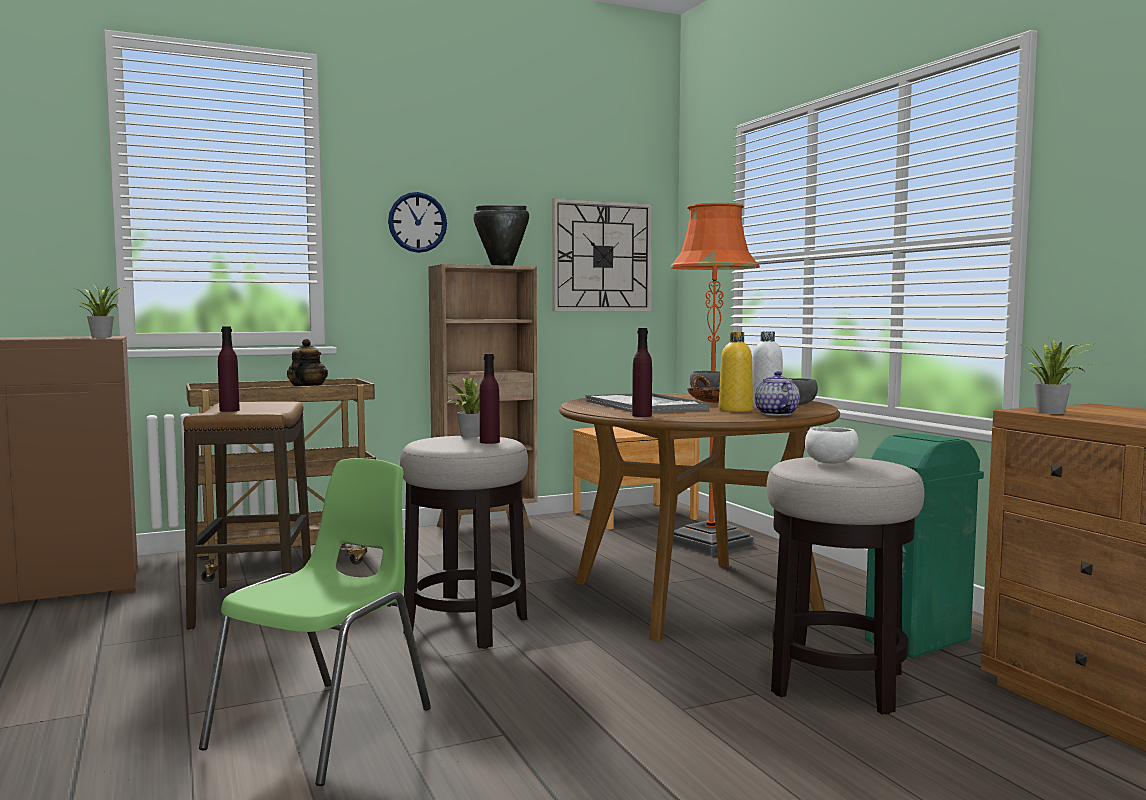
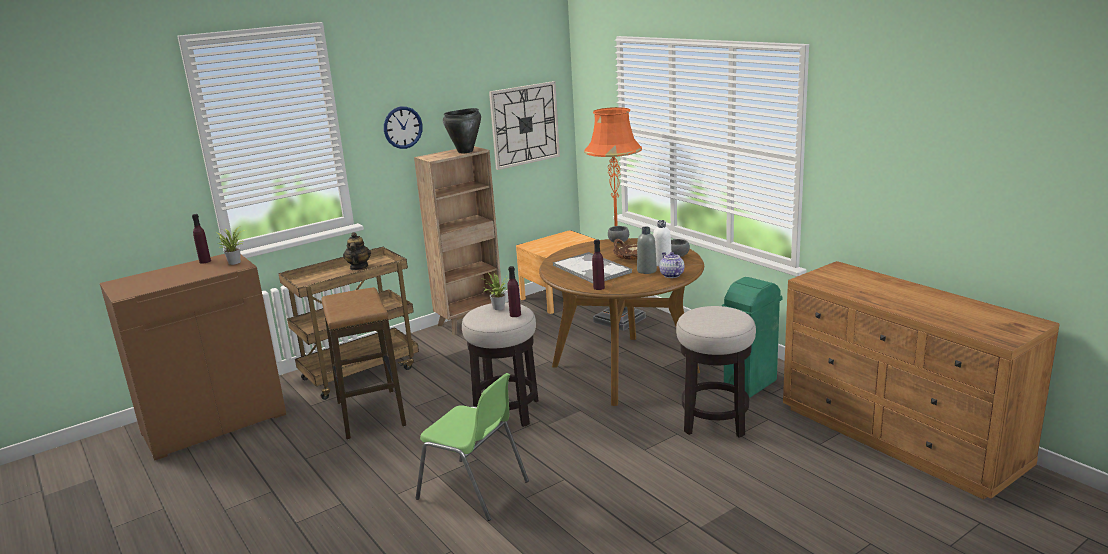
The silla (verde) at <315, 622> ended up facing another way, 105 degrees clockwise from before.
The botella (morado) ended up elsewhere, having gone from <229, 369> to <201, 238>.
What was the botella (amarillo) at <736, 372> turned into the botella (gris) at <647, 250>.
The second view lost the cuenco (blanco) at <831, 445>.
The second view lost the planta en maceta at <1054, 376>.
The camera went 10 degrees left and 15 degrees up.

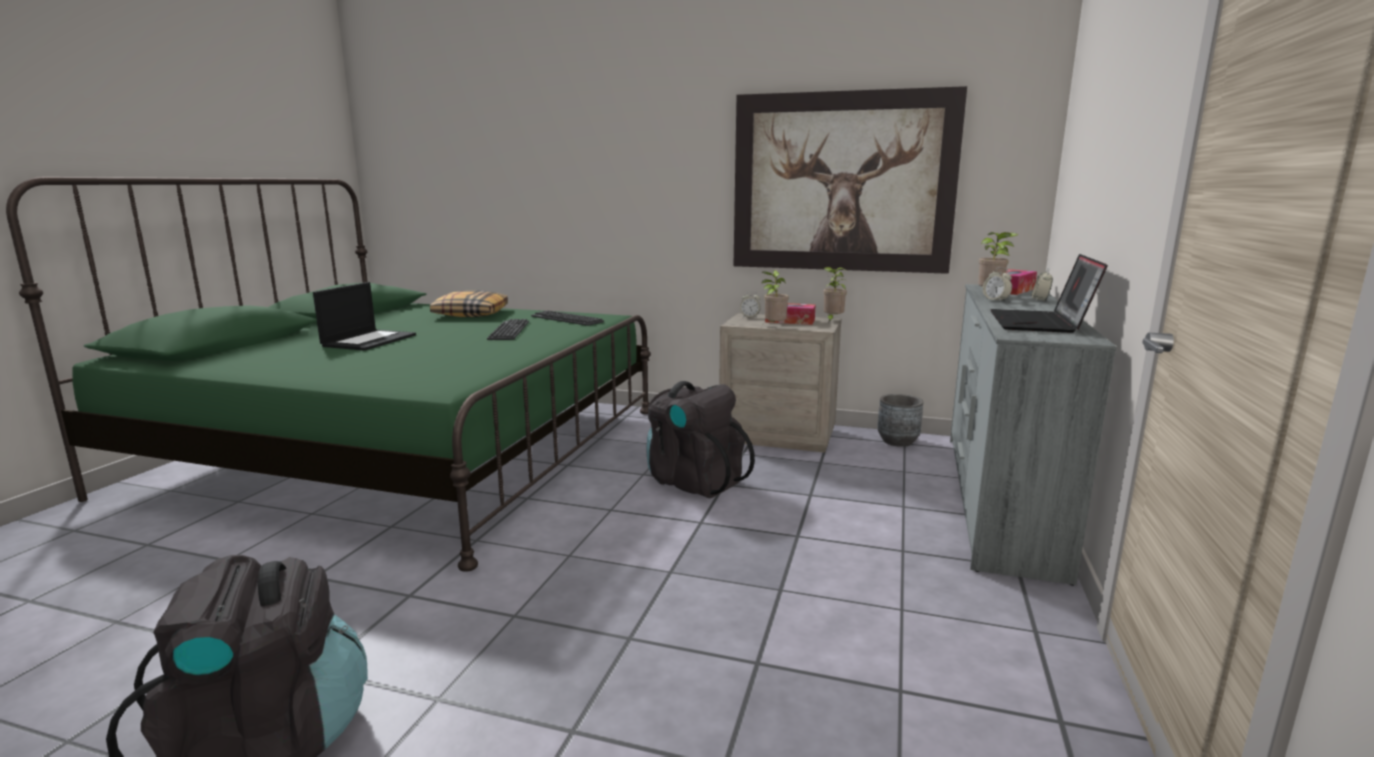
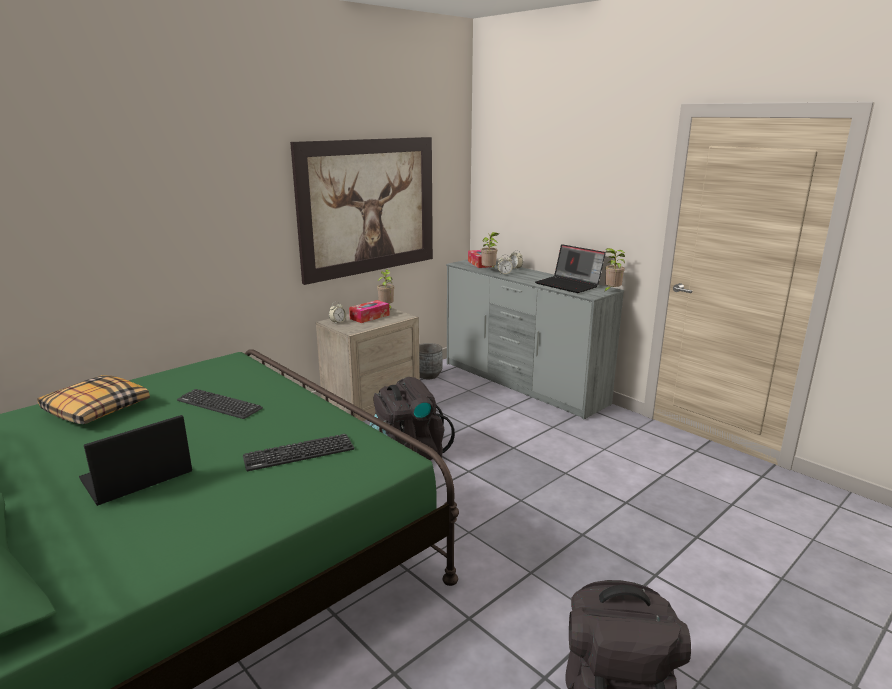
The portátil at <364, 316> ended up facing another way, 90 degrees counterclockwise from before.
The teclado ended up elsewhere, having gone from <567, 318> to <298, 452>.
The planta en maceta ended up elsewhere, having gone from <775, 297> to <614, 270>.
The camera went 60 degrees left and 5 degrees up.

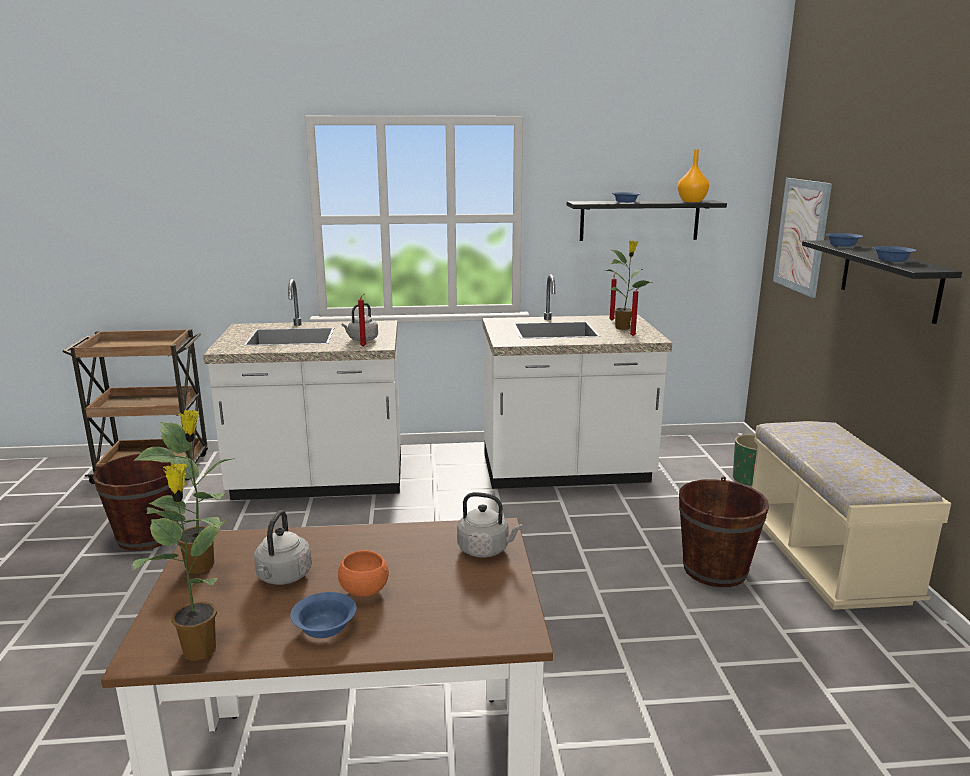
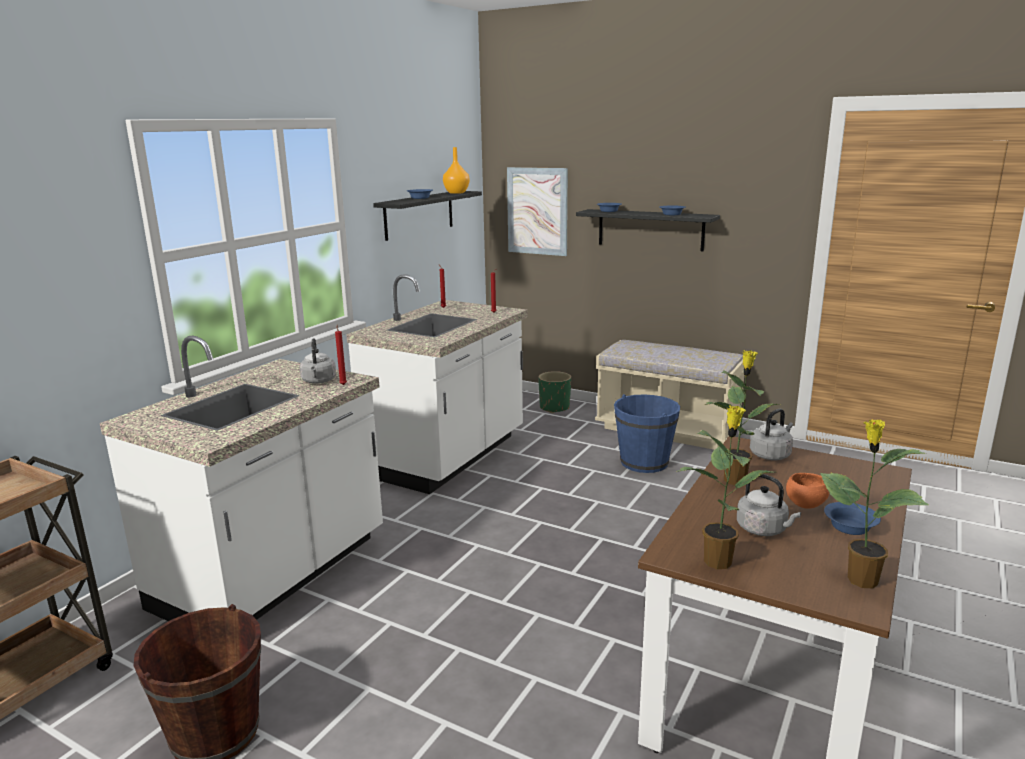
The planta en maceta ended up elsewhere, having gone from <628, 285> to <742, 417>.
What was the cubo (marrón) at <724, 531> turned into the cubo (azul) at <647, 433>.
The camera went 55 degrees left and 0 degrees up.

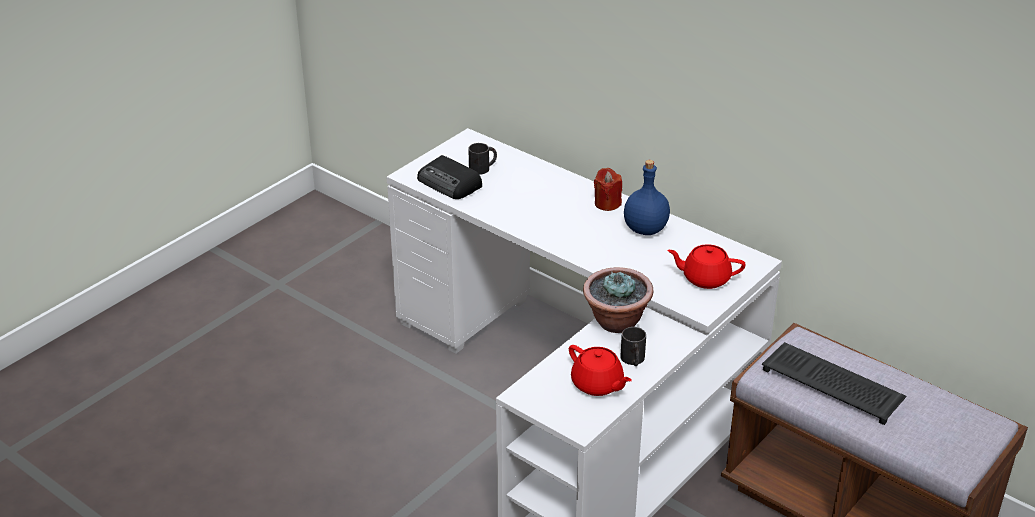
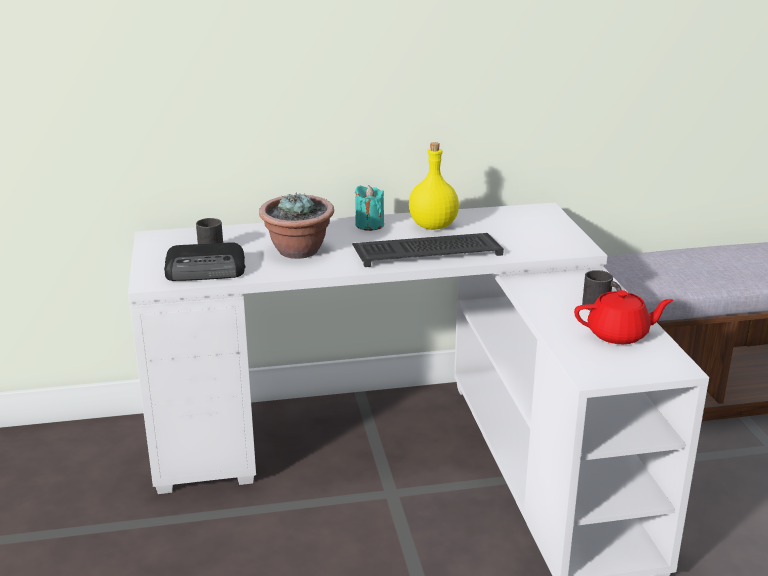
The planta en maceta ended up elsewhere, having gone from <618, 300> to <296, 225>.
What was the vela (rojo) at <608, 189> turned into the vela (turquesa) at <369, 208>.
What was the botella (azul) at <647, 197> turned into the botella (amarillo) at <434, 186>.
The second view lost the tetera (rojo) at <706, 266>.
The teclado ended up elsewhere, having gone from <834, 383> to <428, 250>.
The camera went 50 degrees left and 10 degrees down.

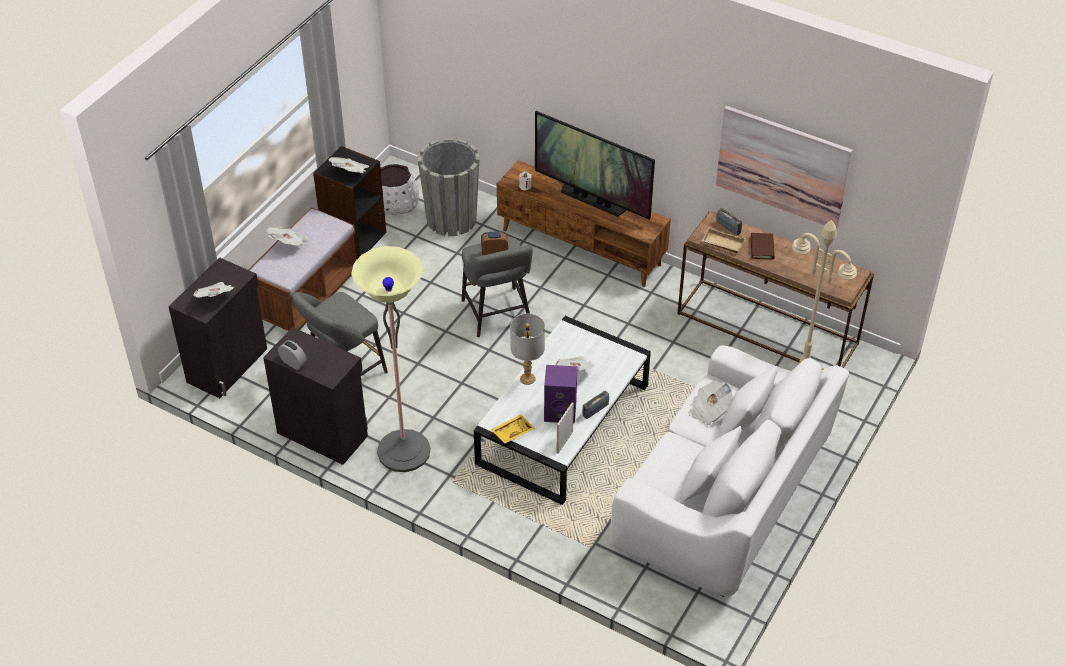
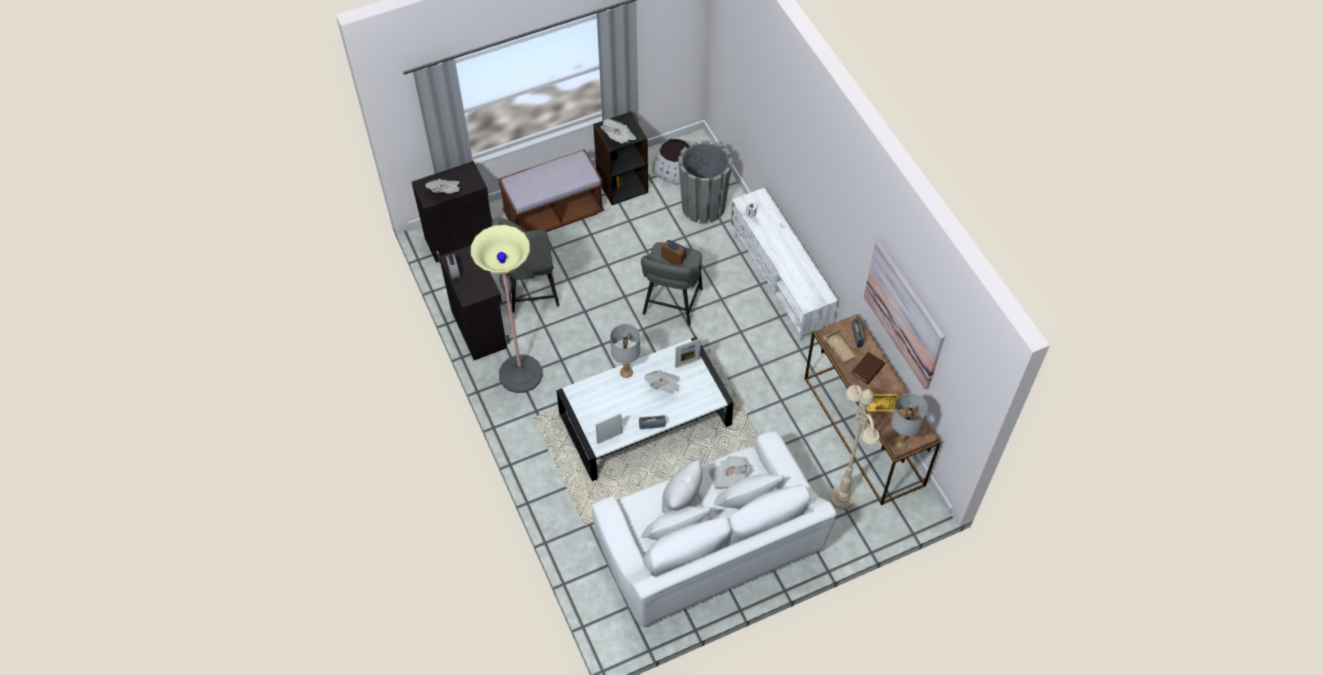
The second view lost the periódico at <287, 236>.
The bandeja (amarillo) ended up elsewhere, having gone from <513, 428> to <883, 403>.
What was the mueble de televisión (marrón) at <584, 223> turned into the mueble de televisión (blanco) at <784, 265>.
The second view lost the televisor at <595, 165>.
The second view lost the altavoz (morado) at <560, 394>.
The second view gained the cojín (blanco) at <682, 486>.
The second view gained the portarretratos at <688, 353>.
The second view gained the lámpara de mesa (gris) at <909, 421>.
The camera went 35 degrees right and 10 degrees up.

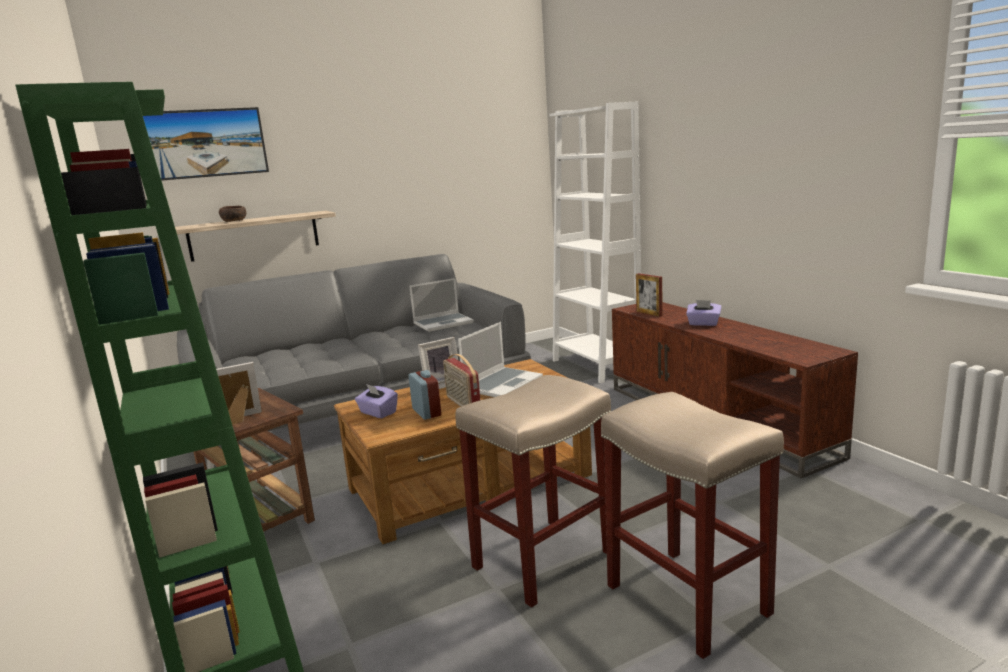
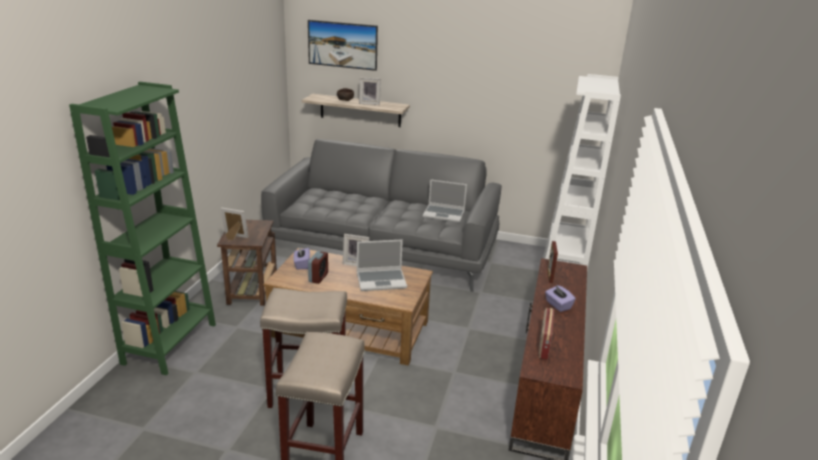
The radio ended up elsewhere, having gone from <461, 380> to <546, 334>.
The second view gained the portarretratos at <370, 91>.
The camera went 40 degrees right and 10 degrees up.

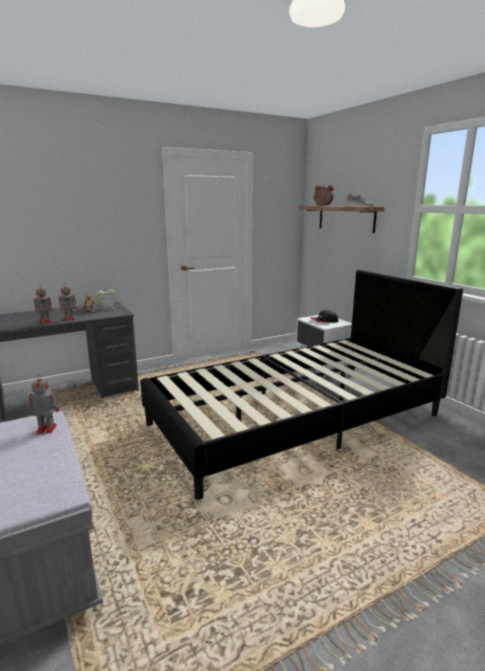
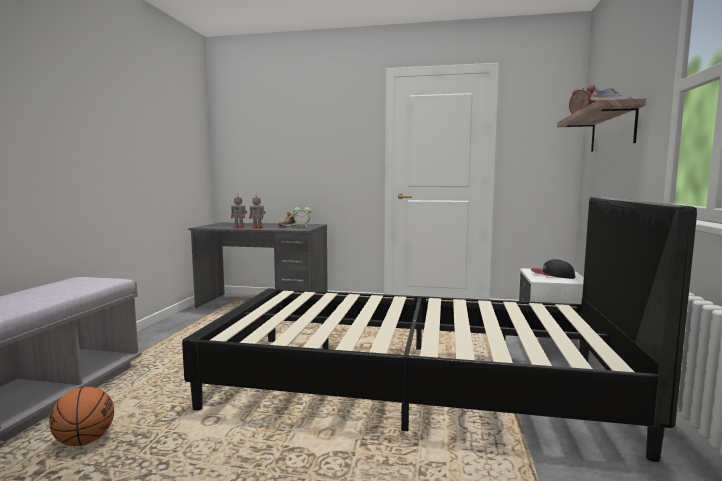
The second view lost the robot de juguete at <42, 404>.
The second view gained the balón de baloncesto at <81, 416>.
The camera went 40 degrees right and 10 degrees down.

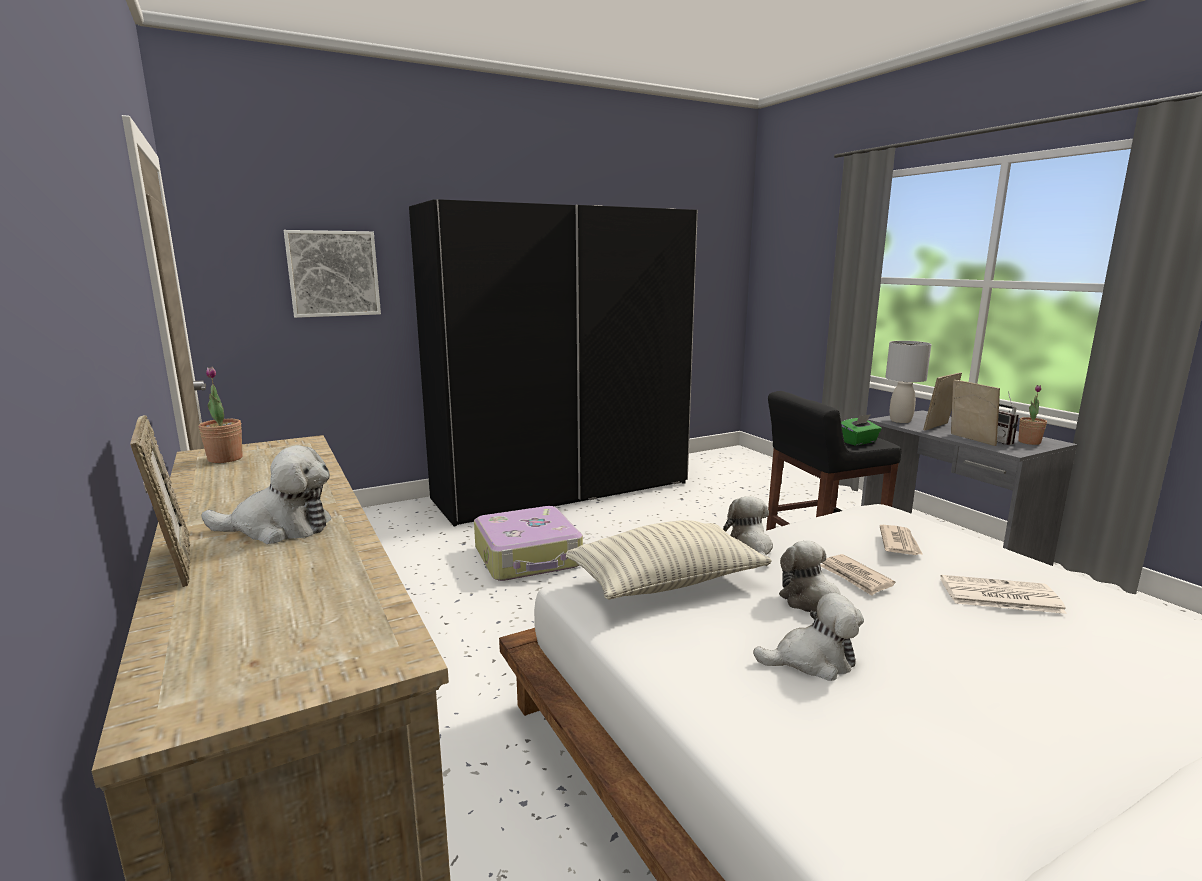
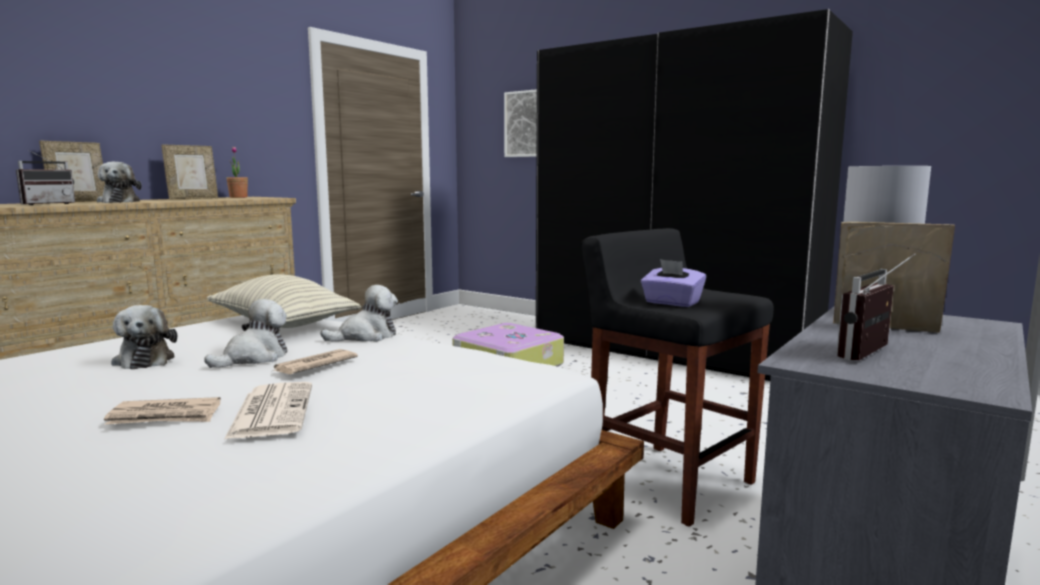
What was the caja de pañuelos (verde) at <861, 430> turned into the caja de pañuelos (morado) at <673, 283>.
The periódico ended up elsewhere, having gone from <901, 540> to <162, 410>.
The portarretratos ended up elsewhere, having gone from <975, 413> to <189, 171>.
The second view lost the planta en maceta at <1032, 415>.
The second view gained the radio at <45, 177>.
The camera went 65 degrees right and 5 degrees down.

